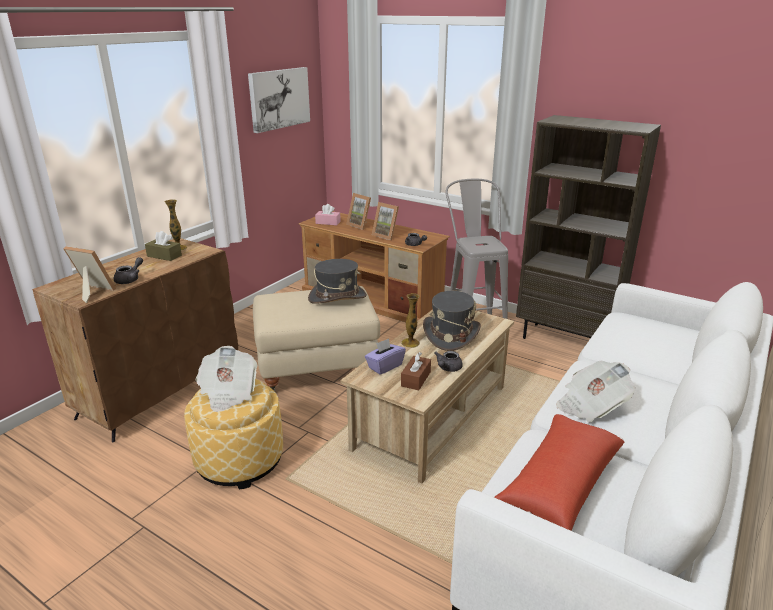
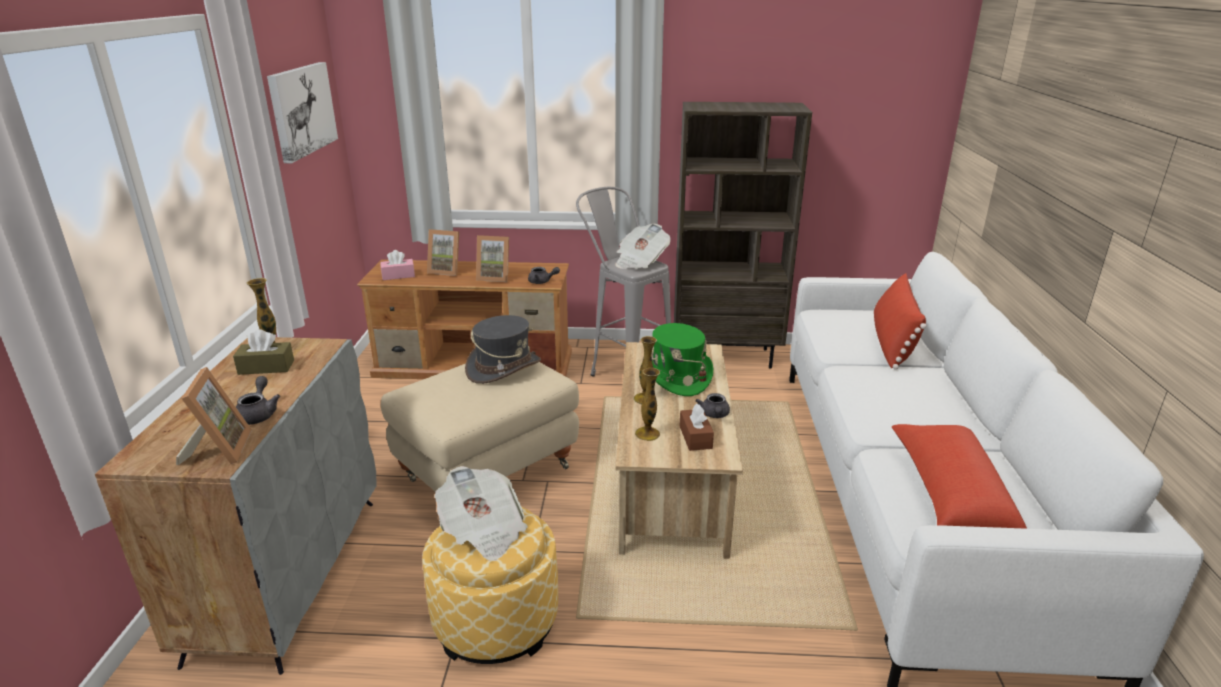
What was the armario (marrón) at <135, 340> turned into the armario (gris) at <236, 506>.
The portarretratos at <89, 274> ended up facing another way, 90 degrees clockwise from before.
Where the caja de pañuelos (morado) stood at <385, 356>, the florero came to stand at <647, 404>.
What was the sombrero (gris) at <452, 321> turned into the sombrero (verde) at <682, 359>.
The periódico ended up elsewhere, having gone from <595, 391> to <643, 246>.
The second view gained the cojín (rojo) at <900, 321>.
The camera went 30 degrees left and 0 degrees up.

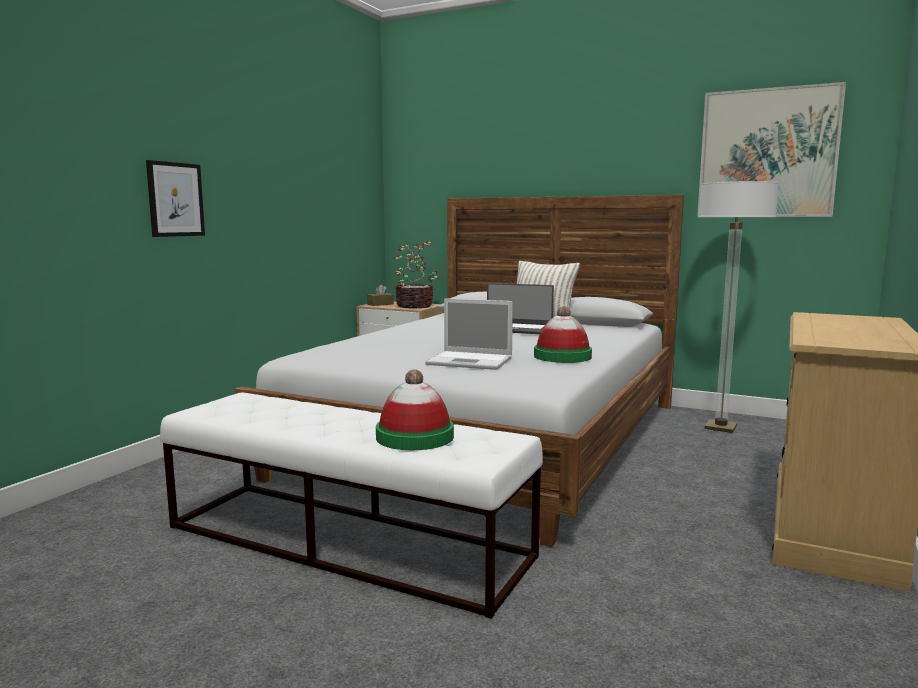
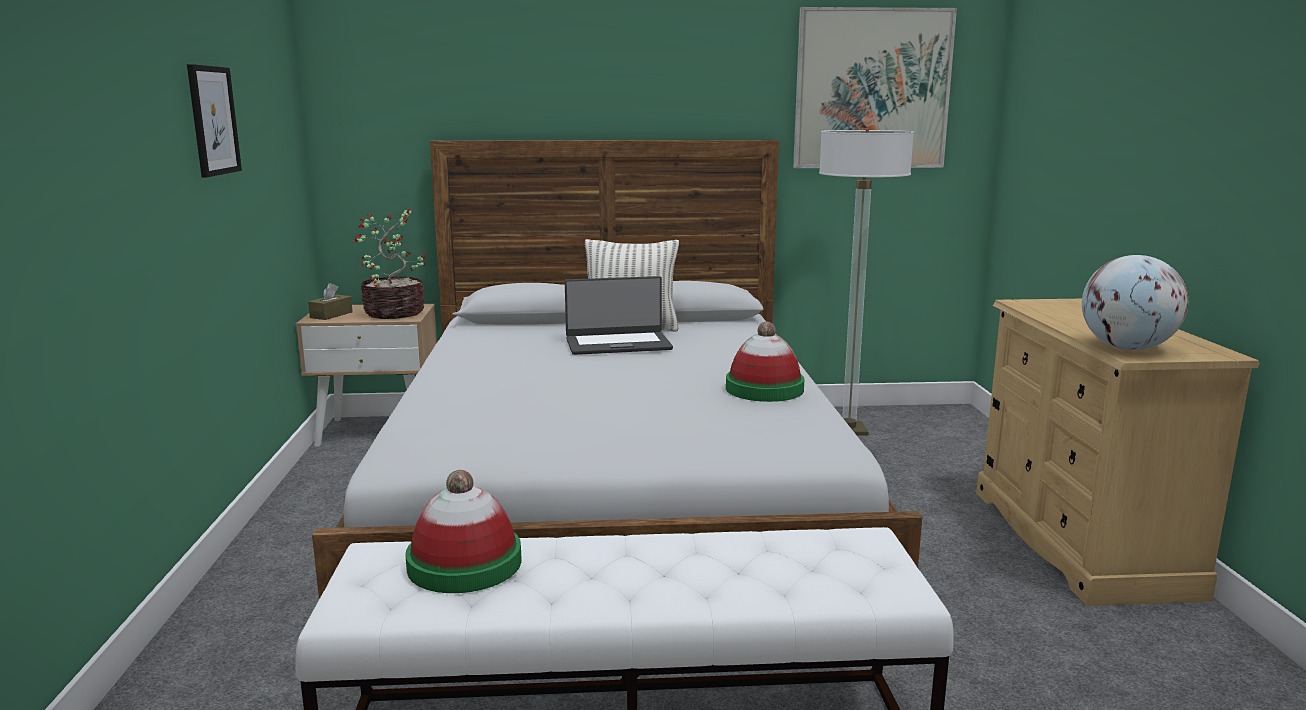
The cuadro ended up elsewhere, having gone from <175, 198> to <214, 120>.
The sombrero ended up elsewhere, having gone from <415, 409> to <463, 531>.
The second view lost the portátil at <469, 334>.
The second view gained the globo terráqueo at <1135, 302>.
The camera went 30 degrees left and 5 degrees up.

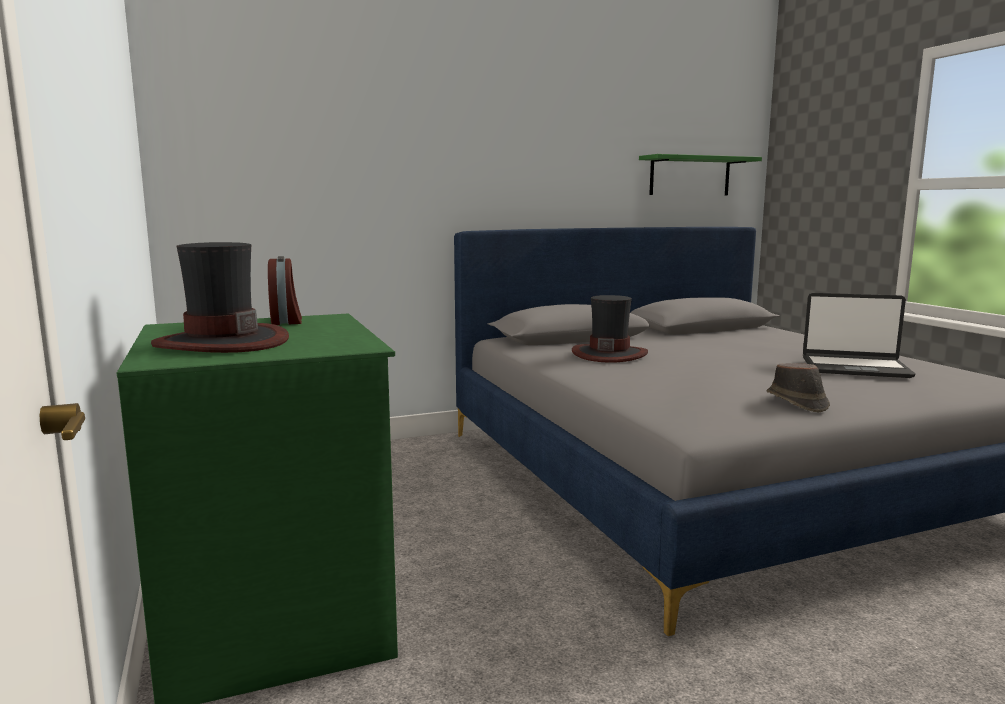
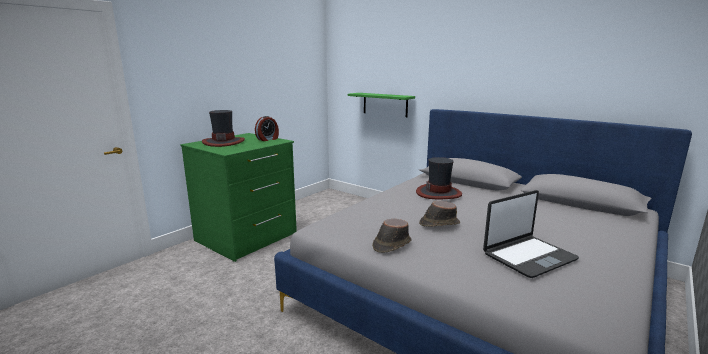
The estante (verde) ended up elsewhere, having gone from <700, 174> to <381, 105>.
The portátil at <859, 335> ended up facing another way, 105 degrees counterclockwise from before.
The second view gained the sombrero (marrón) at <439, 214>.
The camera went 60 degrees right and 5 degrees up.

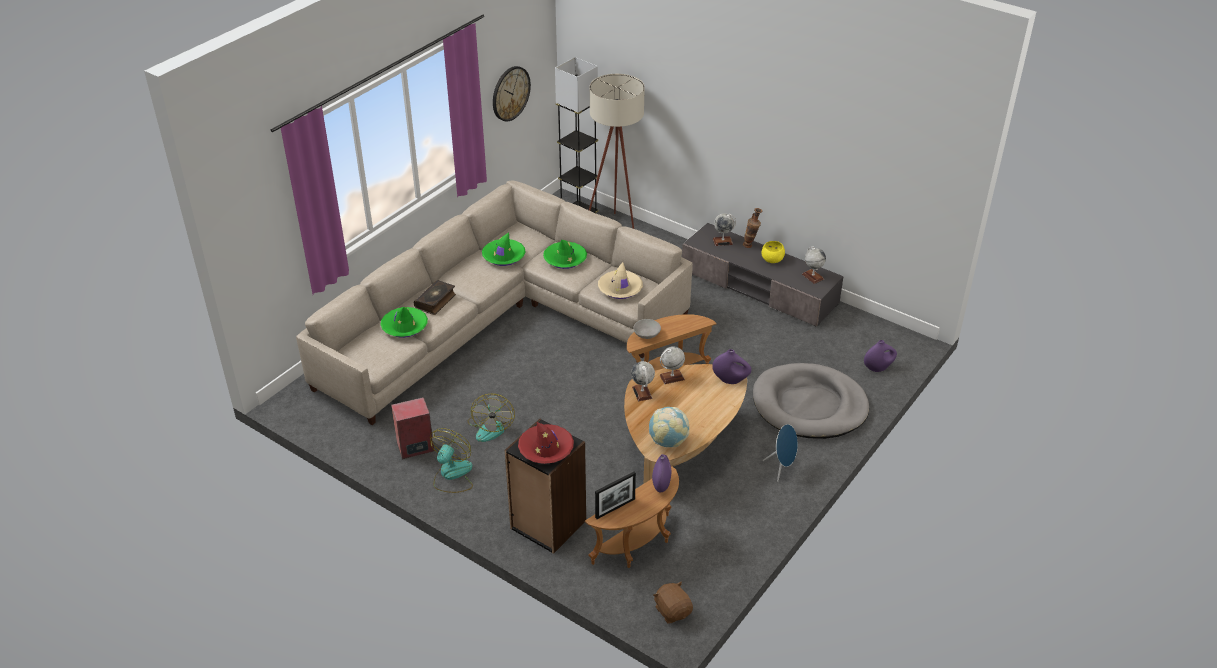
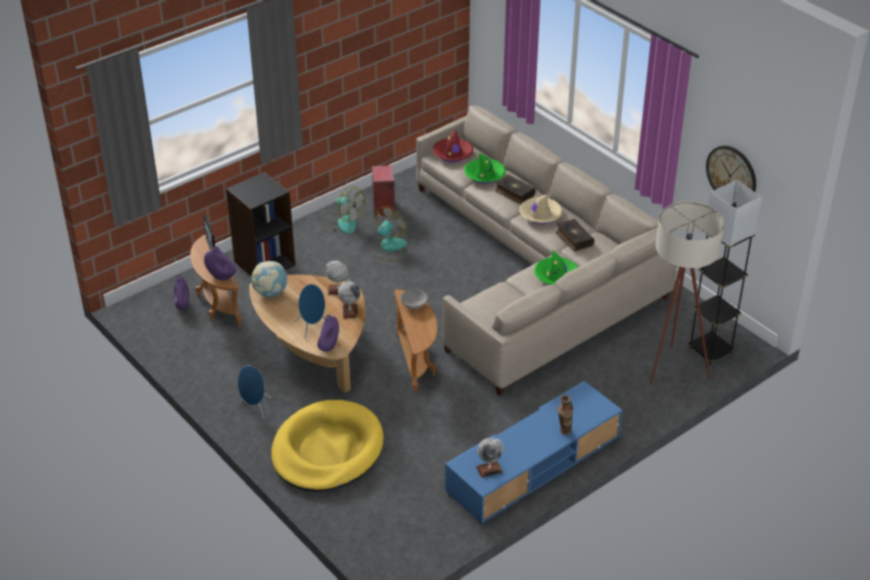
The ventilador at <491, 418> ended up facing another way, 105 degrees clockwise from before.
Where the sombrero (verde) stood at <504, 249>, the libro came to stand at <575, 235>.
The sombrero (rojo) ended up elsewhere, having gone from <546, 443> to <453, 145>.
The sombrero (beis) ended up elsewhere, having gone from <620, 280> to <540, 209>.
The second view lost the peluche (marrón) at <673, 602>.
What was the mueble de televisión (gris) at <763, 275> turned into the mueble de televisión (azul) at <533, 453>.
The second view lost the globo terráqueo at <724, 229>.
What was the cama para perro (gris) at <811, 401> turned into the cama para perro (amarillo) at <327, 446>.
The second view lost the cuenco (amarillo) at <773, 252>.
The florero (morado) ended up elsewhere, having gone from <880, 356> to <181, 292>.
The second view gained the altavoz (azul) at <310, 311>.
The camera went 105 degrees right and 0 degrees up.

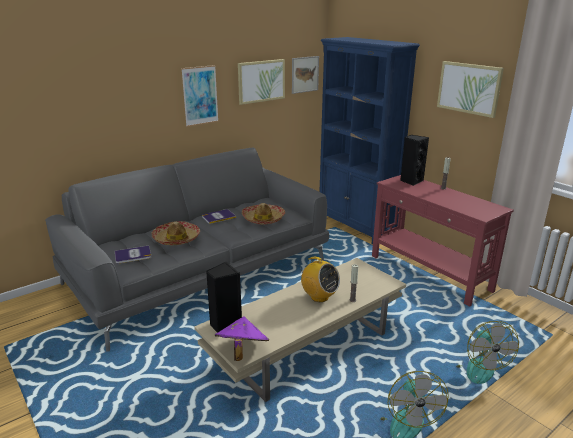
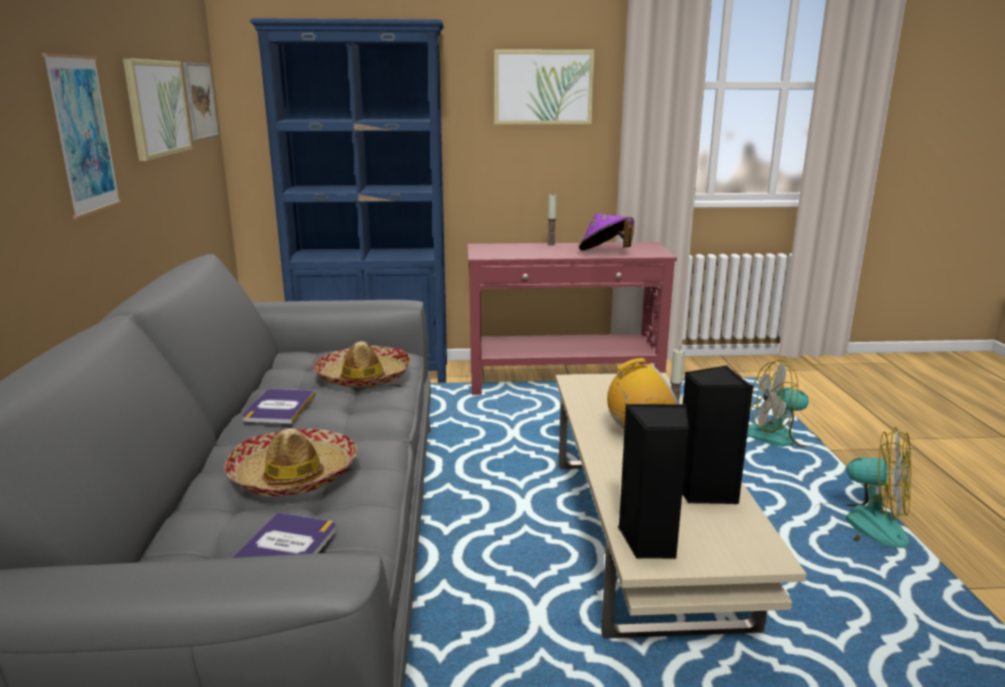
The sombrero (morado) ended up elsewhere, having gone from <242, 338> to <606, 232>.
The altavoz (negro) ended up elsewhere, having gone from <414, 160> to <717, 434>.
The ventilador at <487, 352> ended up facing another way, 150 degrees clockwise from before.
The camera went 55 degrees left and 5 degrees down.

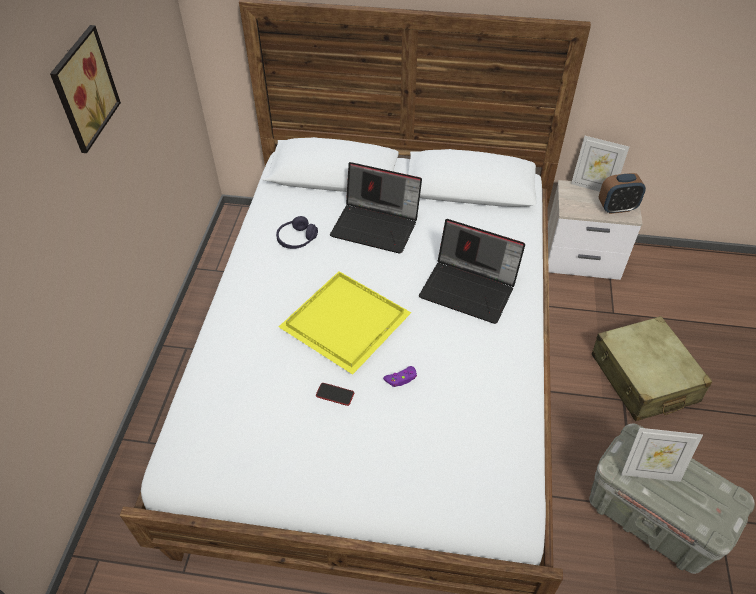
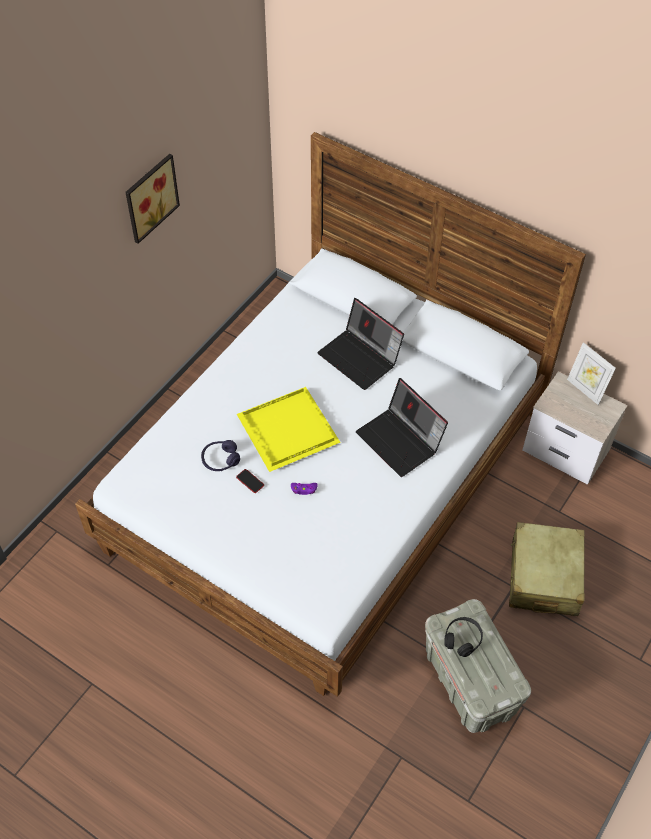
The auriculares (morado) ended up elsewhere, having gone from <297, 232> to <220, 455>.
The second view lost the despertador at <622, 193>.
Where the portarretratos stood at <662, 455>, the auriculares (negro) came to stand at <463, 637>.
The camera went 25 degrees right and 5 degrees up.

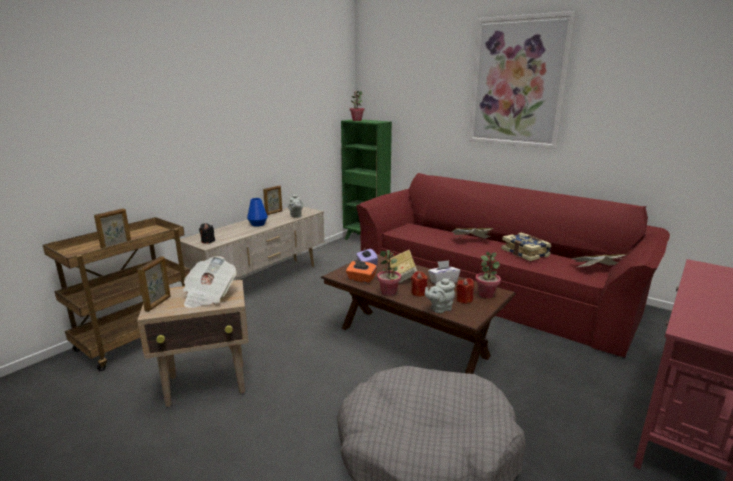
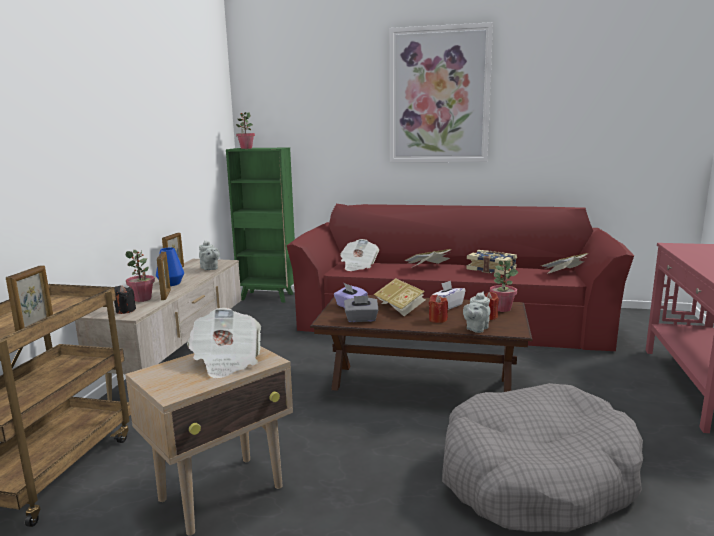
The portarretratos ended up elsewhere, having gone from <154, 284> to <164, 276>.
What was the caja de pañuelos (naranja) at <361, 271> turned into the caja de pañuelos (gris) at <361, 309>.
The planta en maceta ended up elsewhere, having gone from <389, 273> to <140, 276>.
The second view gained the periódico at <359, 255>.
The camera went 25 degrees left and 5 degrees down.

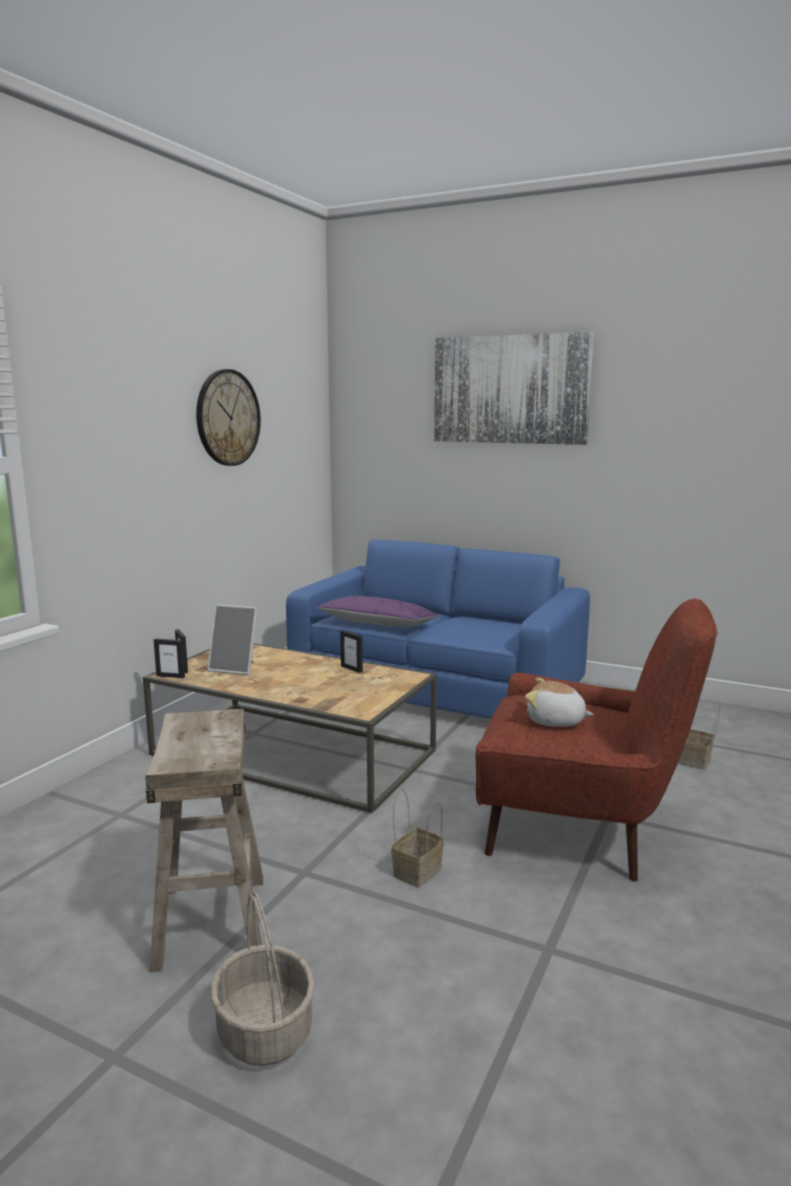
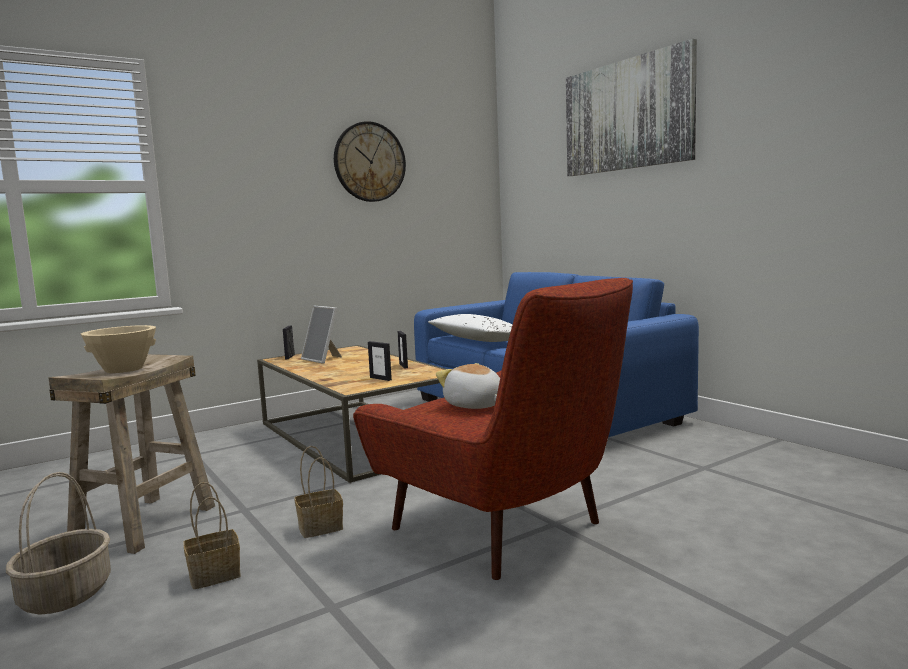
The portarretratos ended up elsewhere, having gone from <169, 658> to <380, 361>.
What was the cojín (morado) at <377, 611> turned into the cojín (blanco) at <470, 328>.
The cesta ended up elsewhere, having gone from <699, 737> to <212, 535>.
The second view gained the cuenco (beis) at <118, 349>.
The camera went 30 degrees right and 5 degrees down.

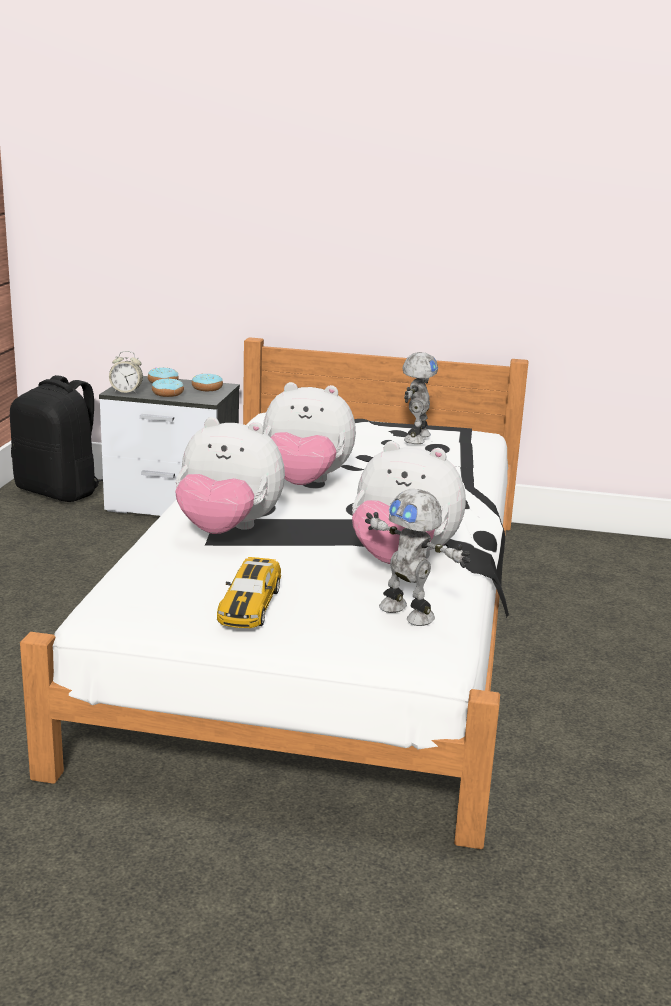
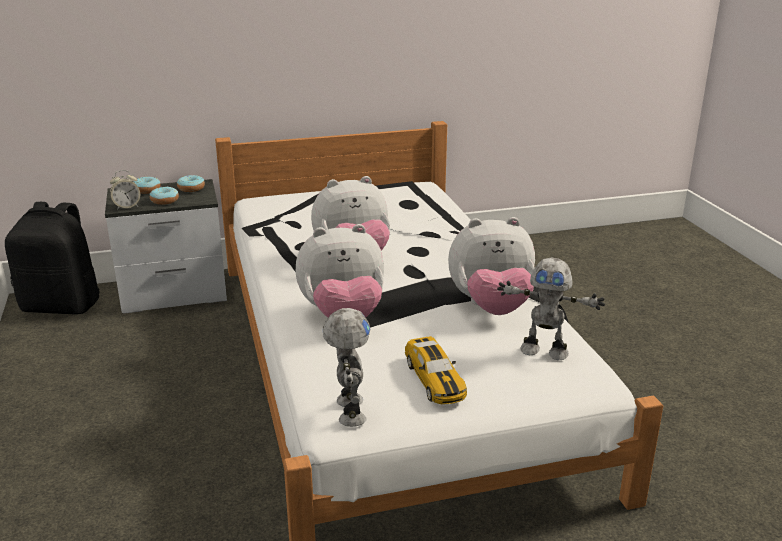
The robot de juguete ended up elsewhere, having gone from <420, 398> to <346, 367>.
The camera went 25 degrees left and 5 degrees up.

